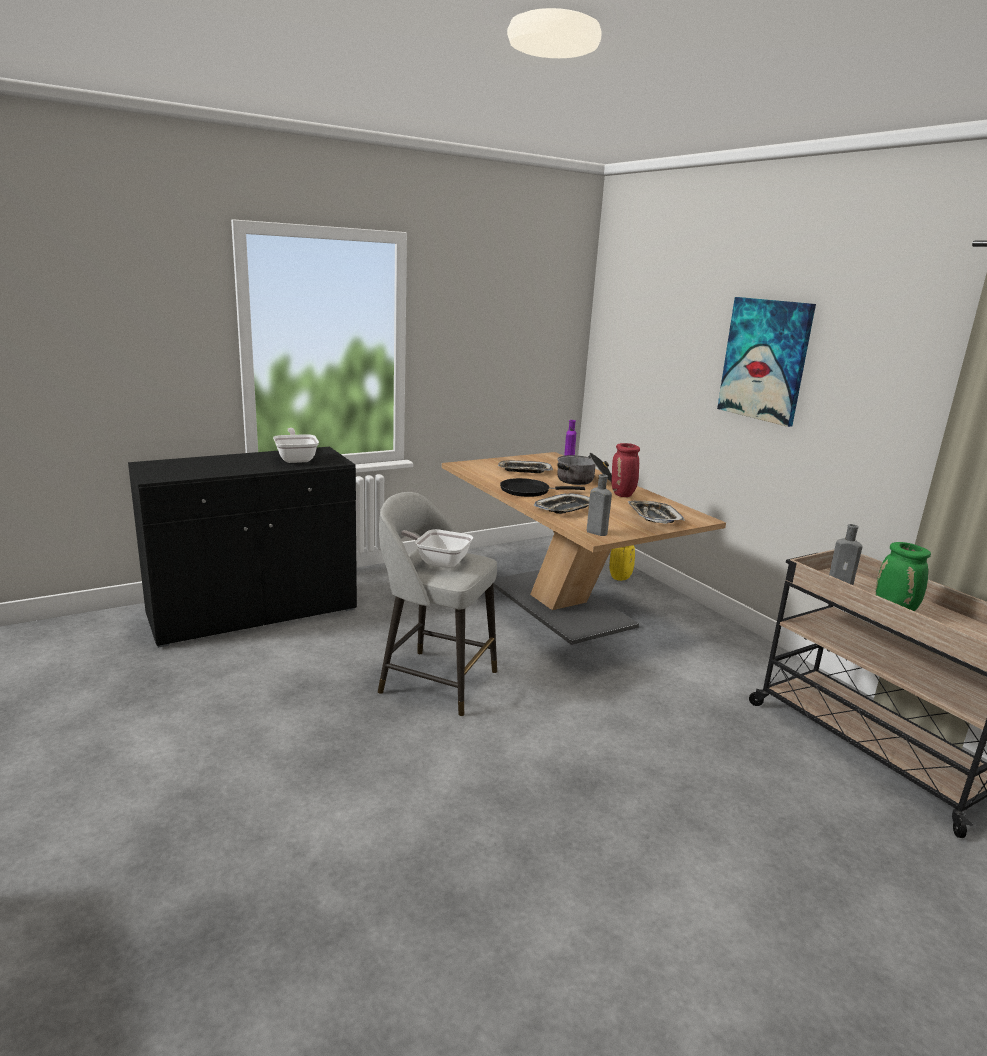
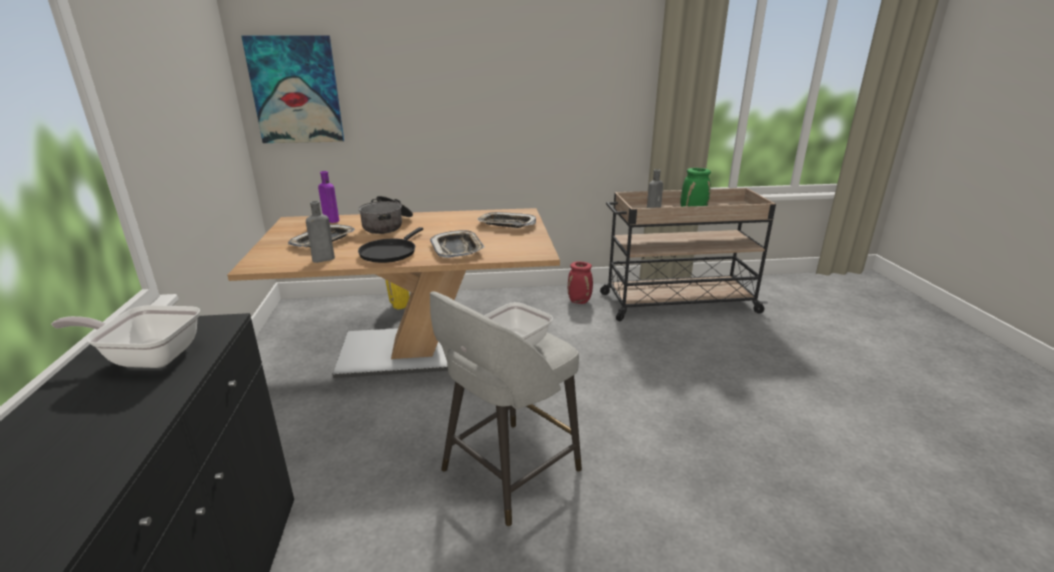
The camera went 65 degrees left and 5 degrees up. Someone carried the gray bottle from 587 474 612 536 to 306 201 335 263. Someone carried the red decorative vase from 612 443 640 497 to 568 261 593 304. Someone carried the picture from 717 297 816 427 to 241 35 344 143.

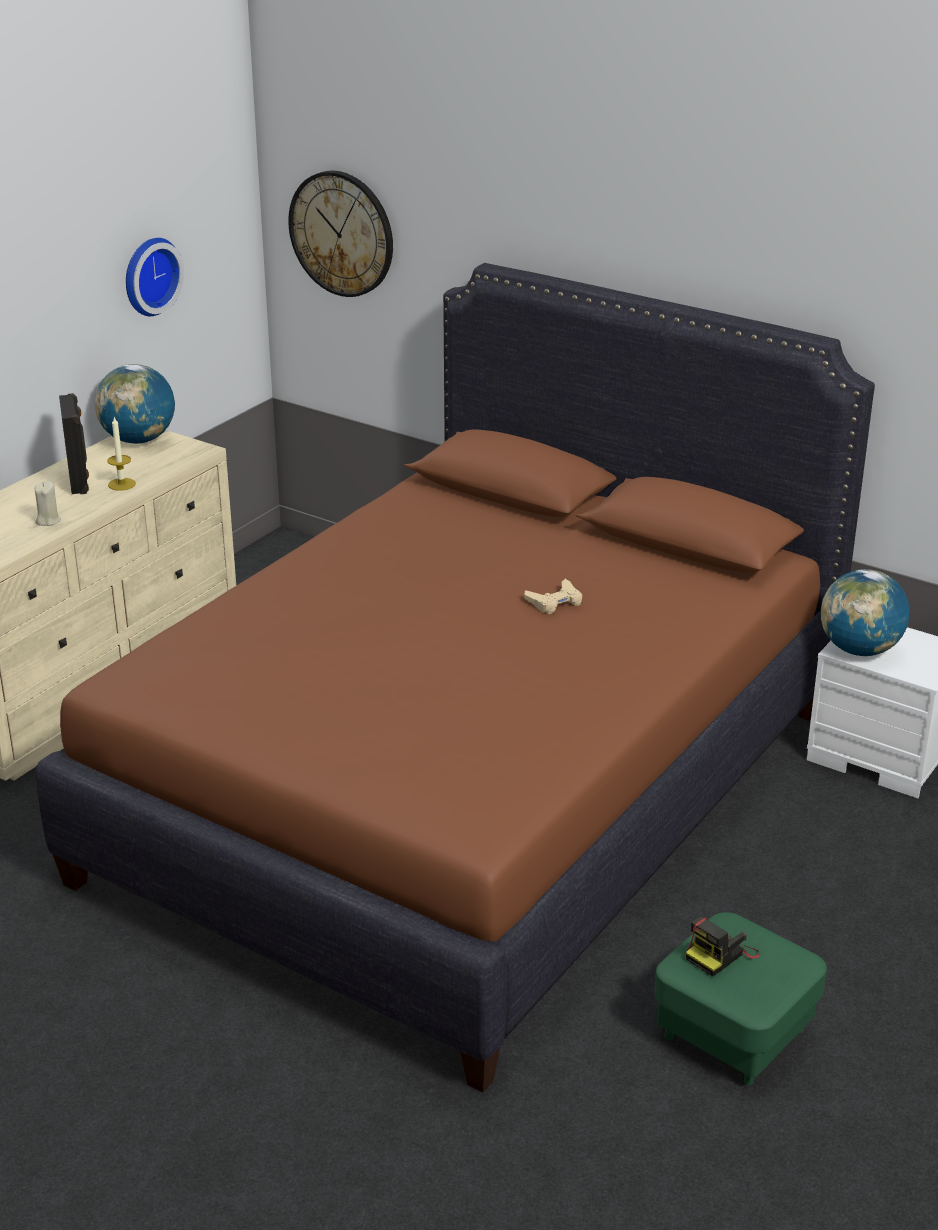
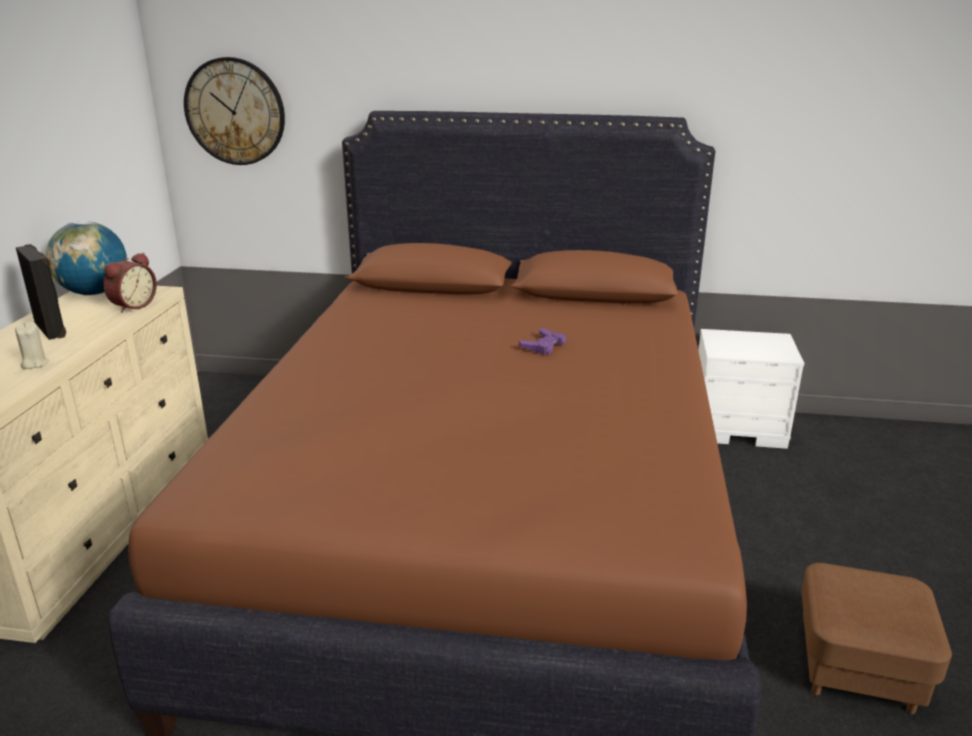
The camera went 25 degrees left and 5 degrees down. Someone took away the candle at 107 417 136 491. Someone took away the wall clock at 126 238 184 316. Someone took away the photo camera at 686 917 760 976. Someone took away the desk globe at 821 569 910 656. Someone put down the alarm clock at 104 253 157 313. Someone repainted the beige-coloured game controller at 525 579 582 614, which became the purplish game controller at 519 328 566 355. Someone repainted the green pouffe at 654 912 827 1085, which became the brown pouffe at 801 563 952 714.

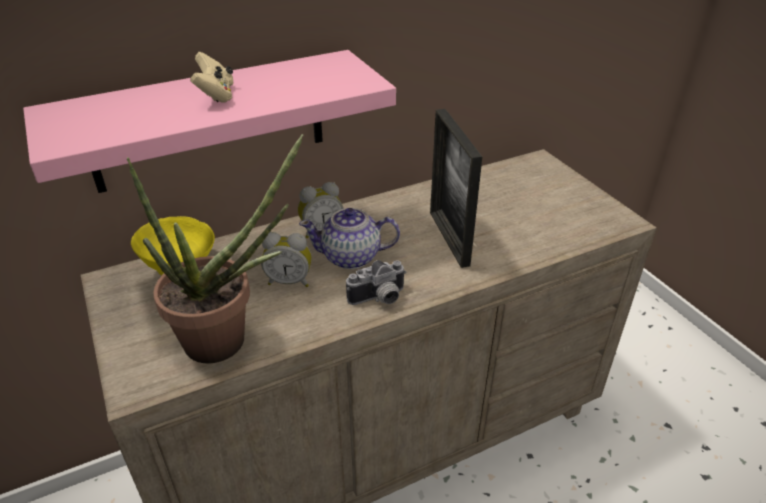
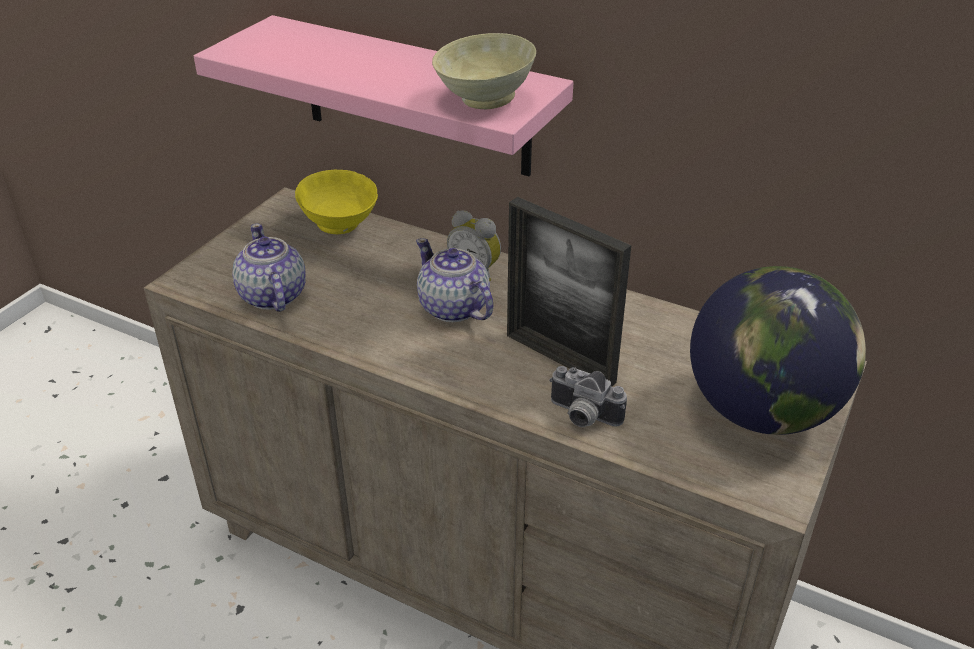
The camera went 55 degrees right and 0 degrees up. Someone took away the beige-coloured game controller at 190 52 234 103. Someone took away the alarm clock at 261 232 311 287. Someone put down the beige-coloured bowl at 432 33 536 109. Someone put down the desk globe at 690 266 866 435. Someone carried the photo camera from 346 260 406 305 to 549 366 627 427. Someone swapped the plant in a pot at 127 134 304 364 for the teapot at 233 223 306 312. Someone rotated the picture frame at 430 109 482 268 by 90 degrees counterclockwise.

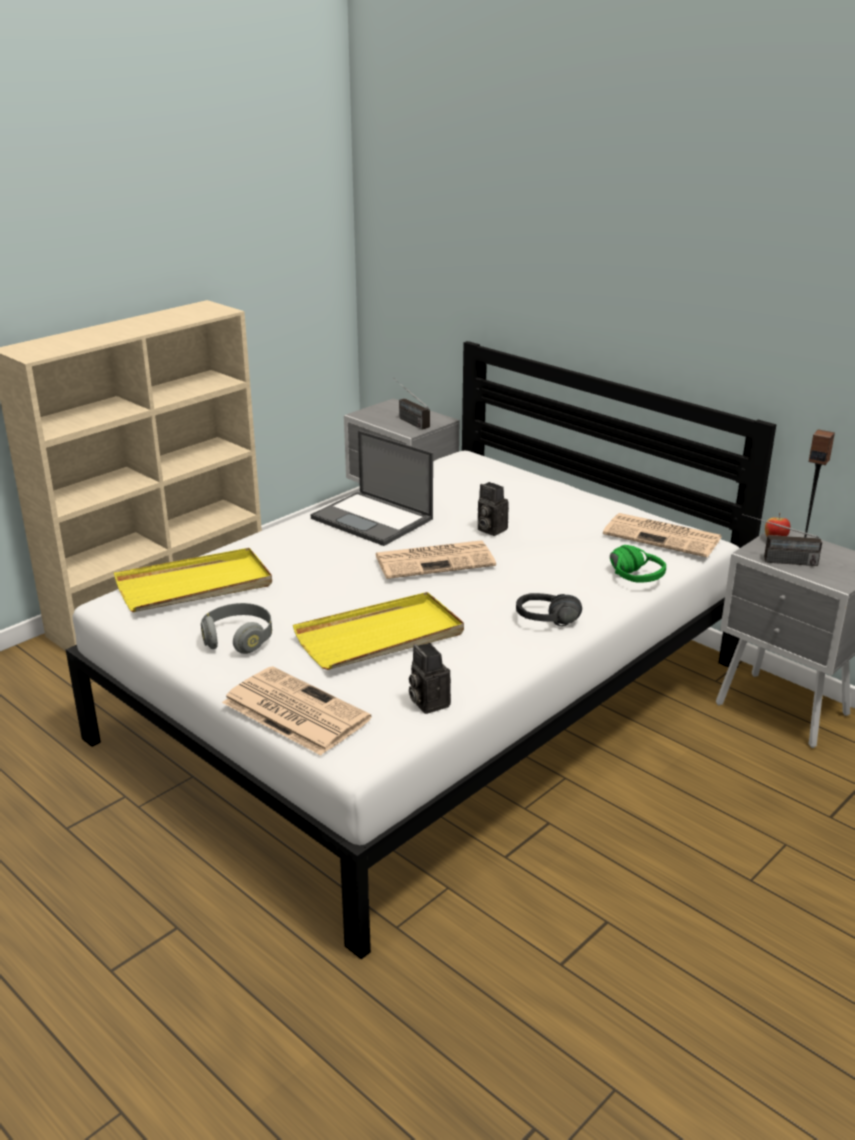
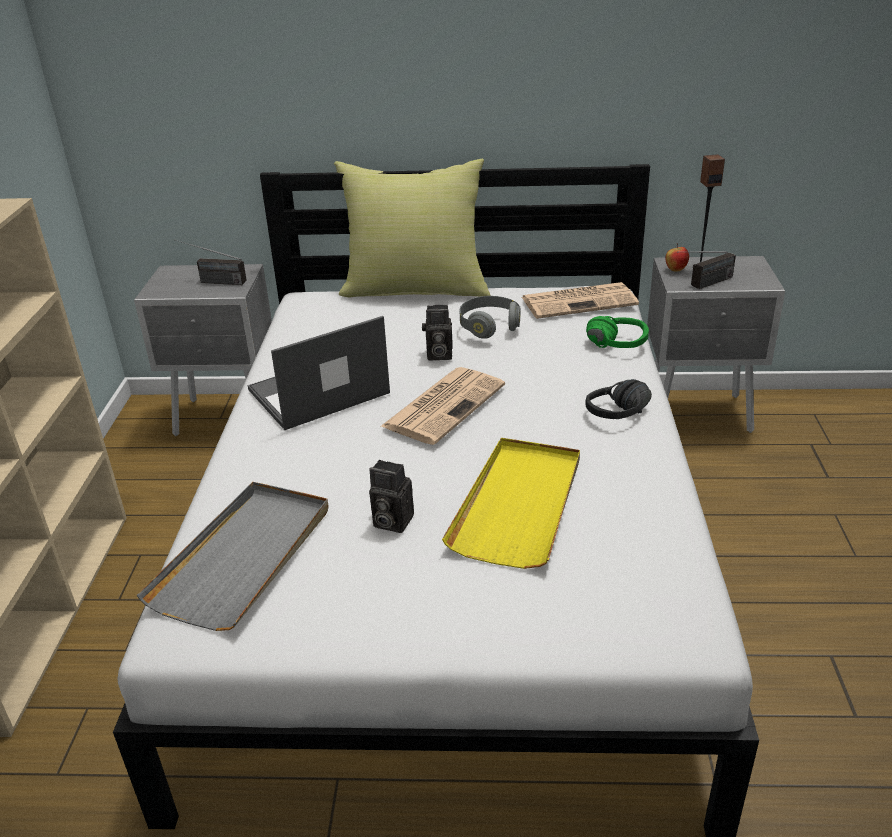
The camera went 40 degrees left and 5 degrees up. Someone took away the daily paper at 222 666 372 755. Someone put down the yellow throw pillow at 334 159 490 298. Someone carried the gray pair of headphones from 201 603 272 654 to 459 296 520 339. Someone carried the photo camera from 409 643 451 714 to 369 460 414 533. Someone repainted the yellow carrying tray at 114 548 272 612, which became the gray carrying tray at 137 482 329 631. Someone rotated the portable computer at 310 430 433 546 by 150 degrees clockwise.

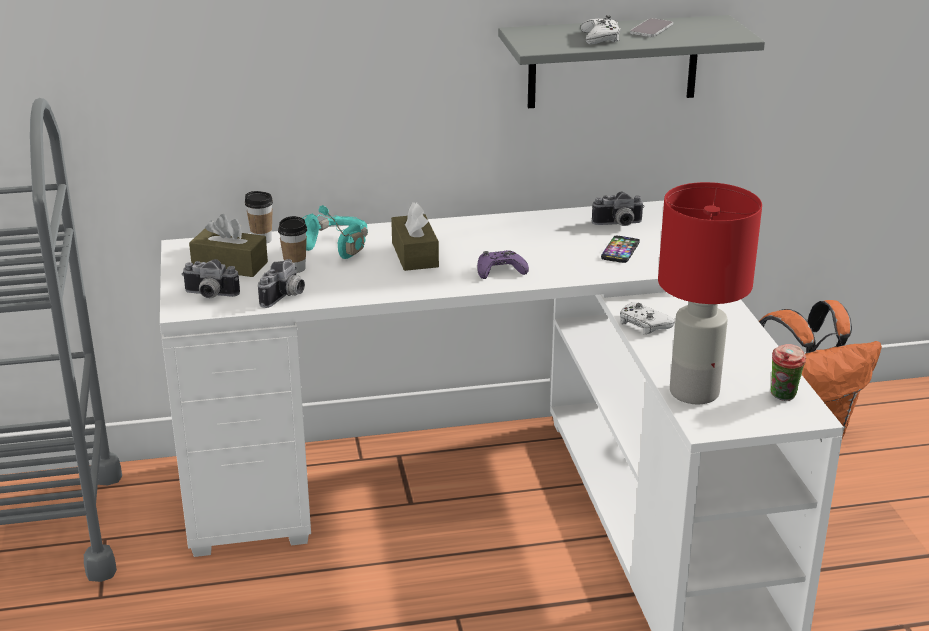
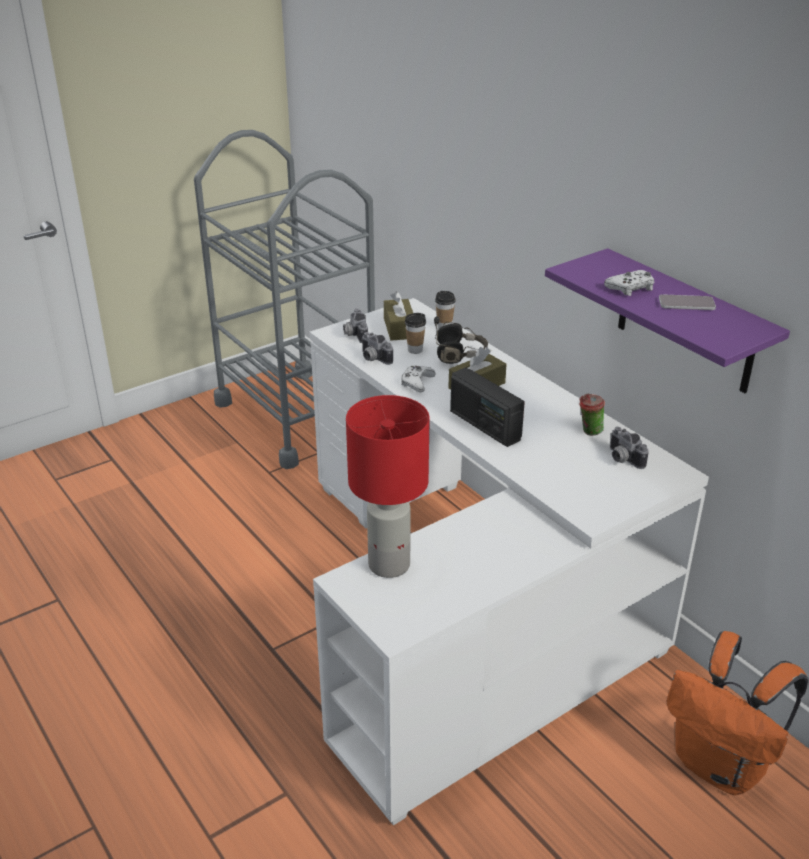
The camera went 65 degrees right and 5 degrees up. Someone took away the telephone at 601 236 640 263. Someone carried the whitish game controller from 620 302 674 334 to 401 366 435 392. Someone carried the drinking cup from 771 344 806 401 to 579 393 605 436. Someone swapped the purplish game controller at 477 250 529 279 for the radio set at 450 368 525 447. Someone repainted the turquoise-coloured pair of headphones at 303 205 368 259, which became the black-coloured pair of headphones at 434 316 488 364. Someone repainted the gray shelf at 498 15 765 108, which became the purplish shelf at 545 248 790 393. Someone rotated the photo camera at 258 259 305 308 by 45 degrees clockwise.

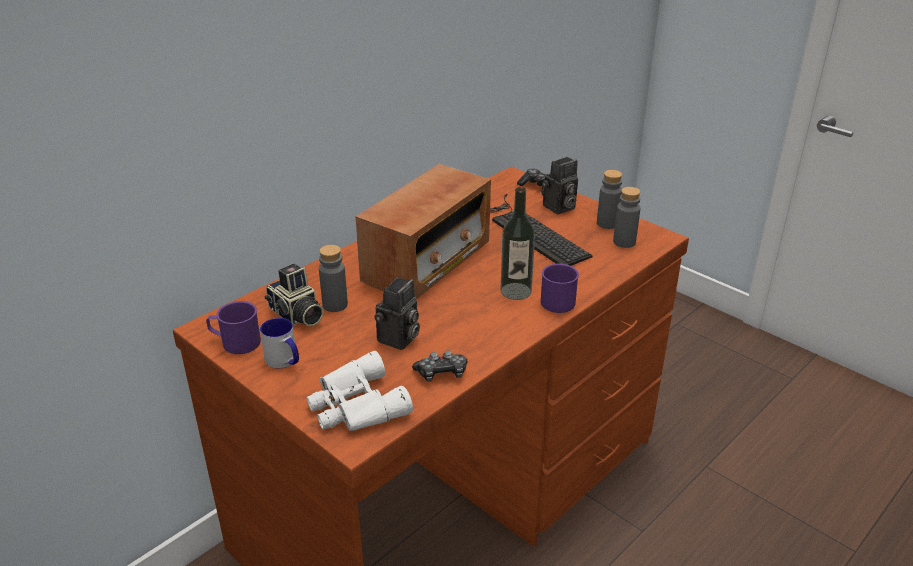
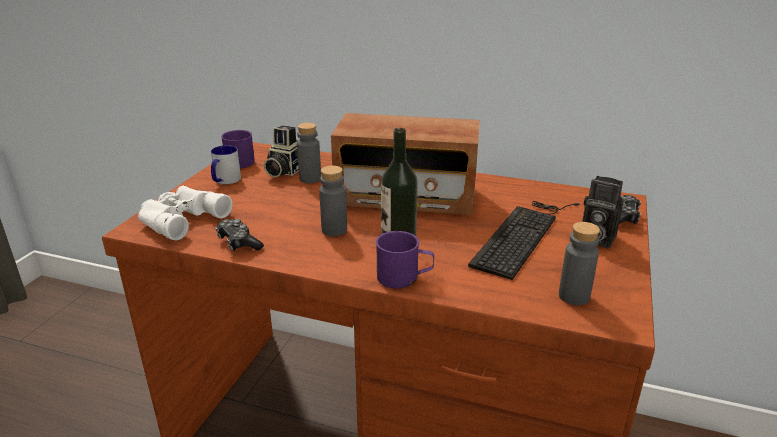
The camera went 65 degrees right and 5 degrees down. Someone took away the photo camera at 374 277 420 350. Someone carried the gray bottle from 597 170 622 229 to 319 166 347 236.

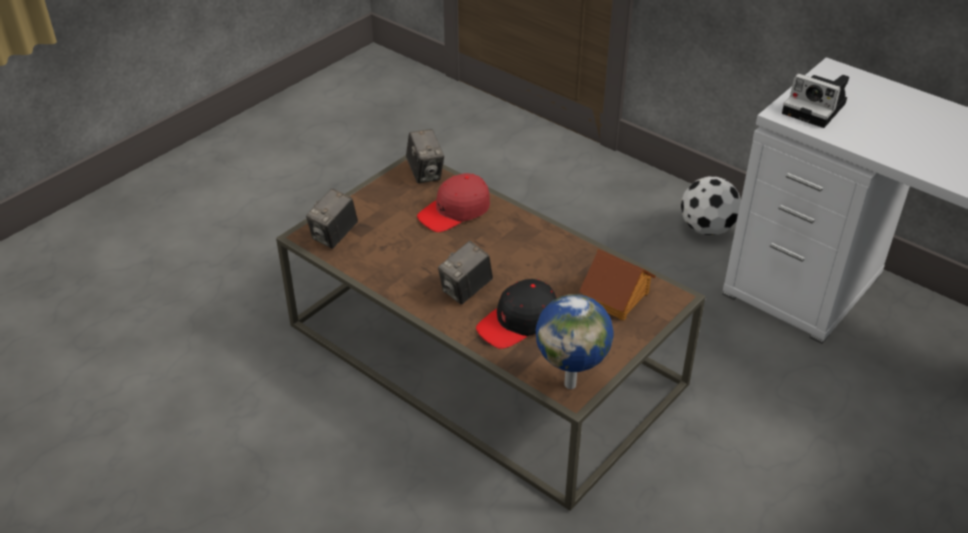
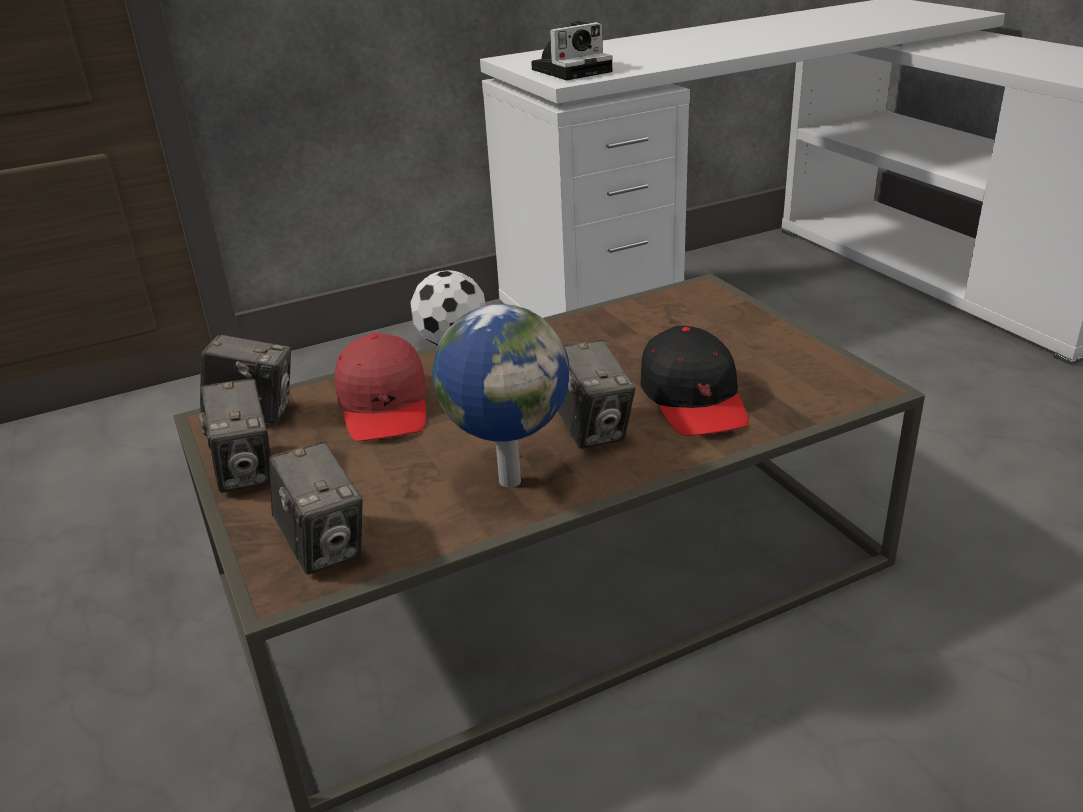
The camera went 65 degrees left and 10 degrees down. Someone took away the model house at 579 249 656 321. Someone put down the photo camera at 199 378 271 493. Someone carried the desk globe from 536 294 614 389 to 432 304 570 487.

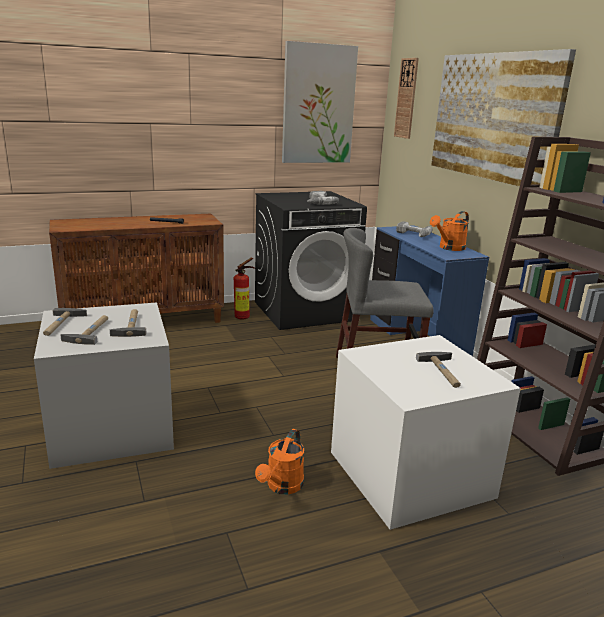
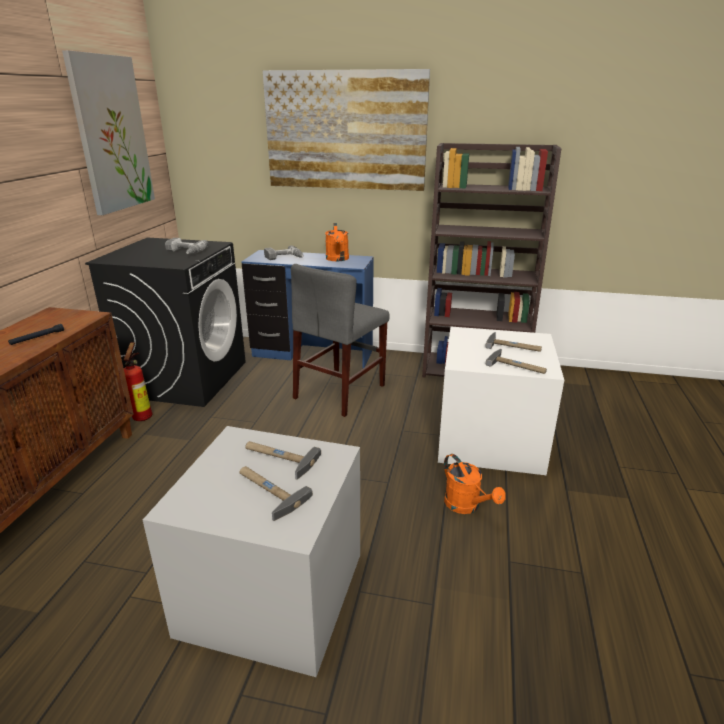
The camera went 55 degrees left and 5 degrees up. Someone took away the wall clock at 394 58 419 139. Someone carried the hand hammer from 43 308 87 336 to 486 349 547 374.

